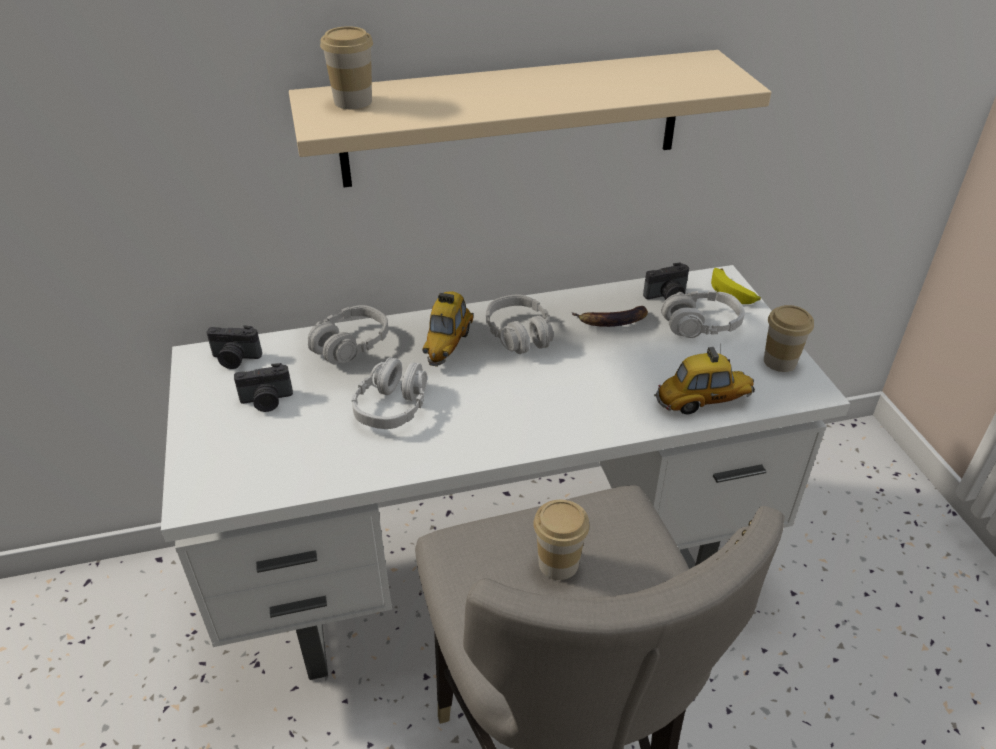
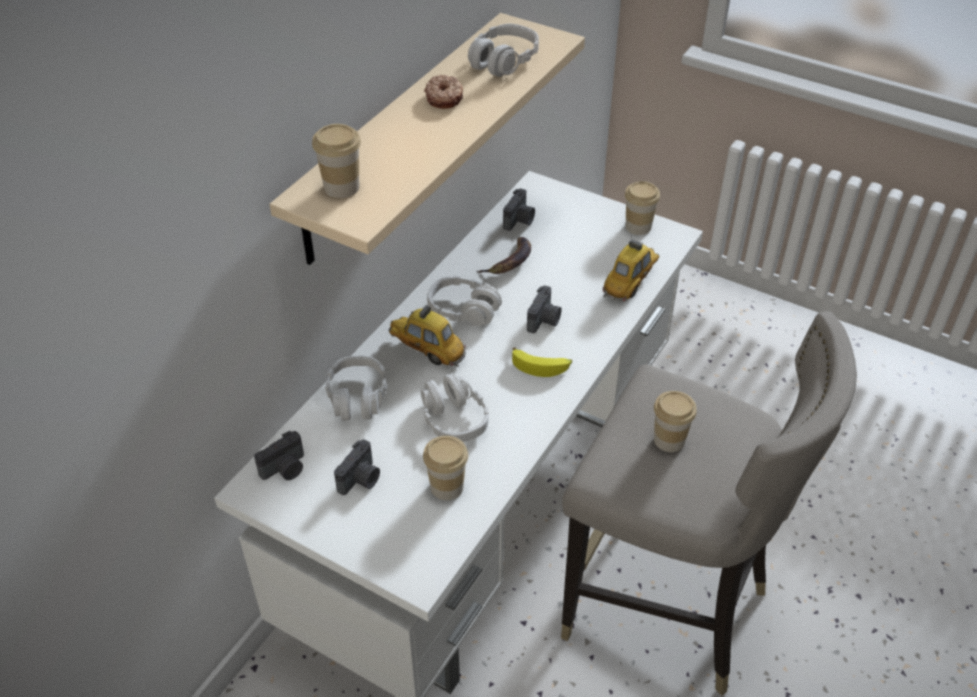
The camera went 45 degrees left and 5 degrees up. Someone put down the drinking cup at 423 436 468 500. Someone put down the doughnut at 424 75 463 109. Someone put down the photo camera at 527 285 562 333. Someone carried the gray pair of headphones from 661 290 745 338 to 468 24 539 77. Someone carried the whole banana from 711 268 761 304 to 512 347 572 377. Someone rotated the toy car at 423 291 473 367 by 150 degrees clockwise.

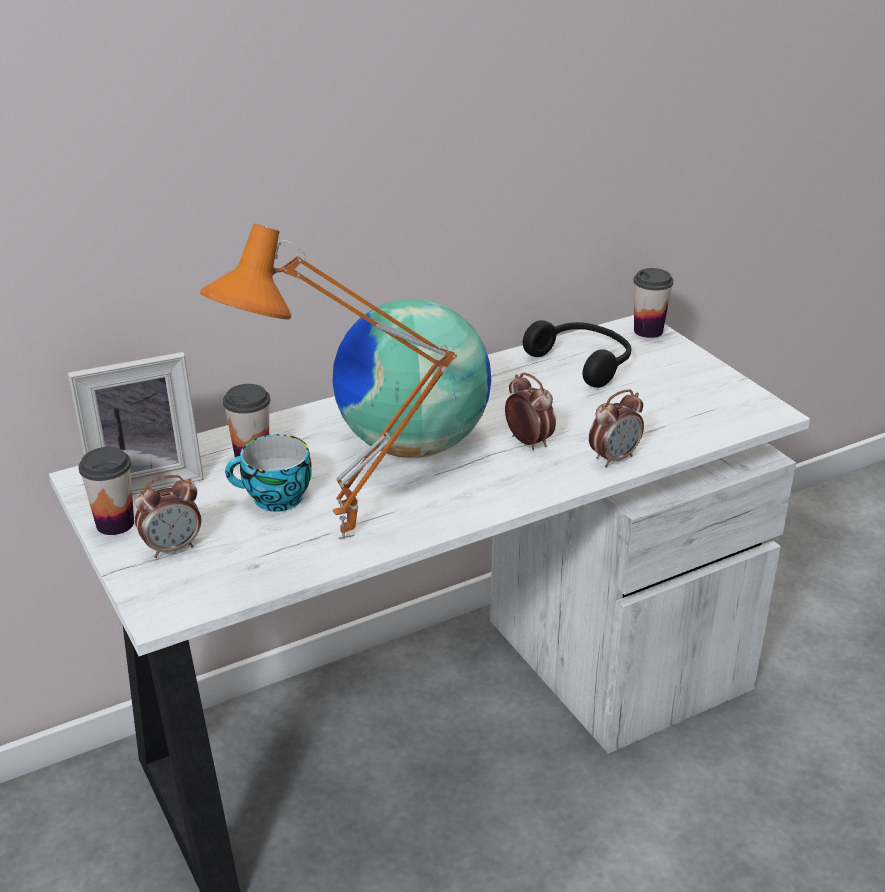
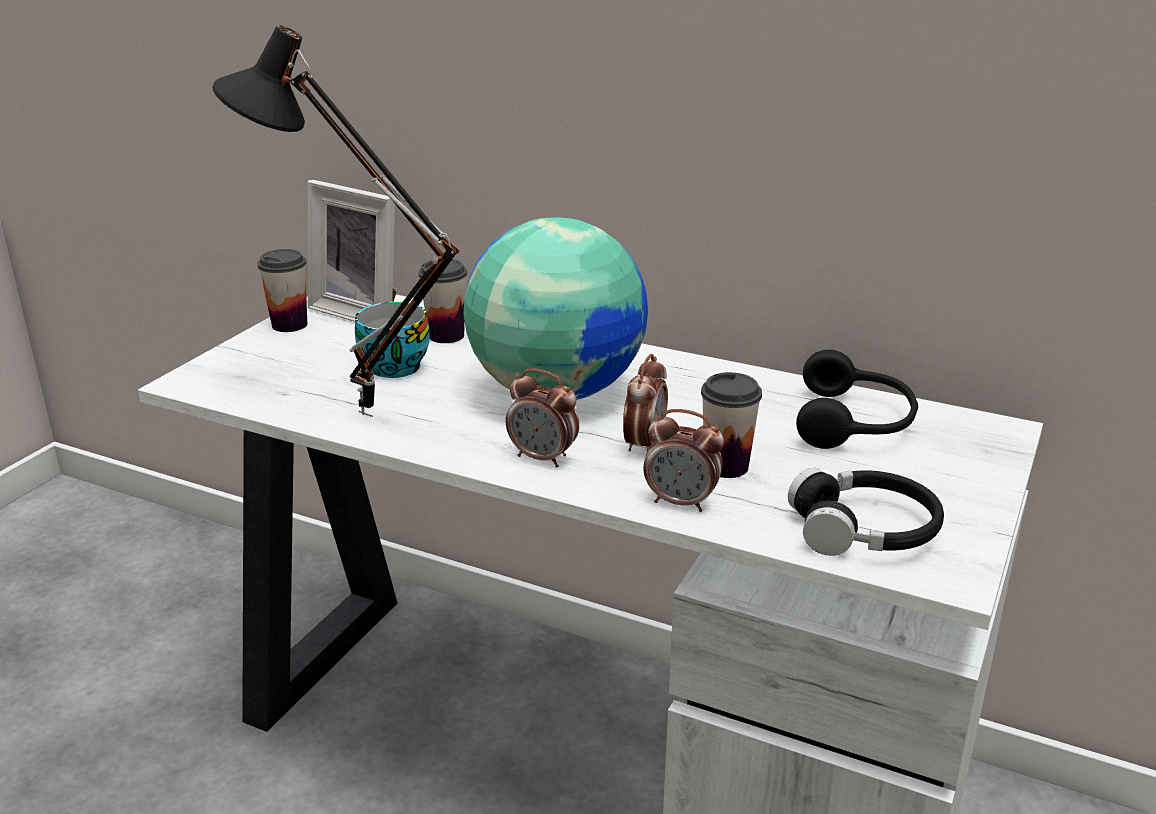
The camera went 55 degrees right and 5 degrees down. Someone put down the black-coloured pair of headphones at 788 468 944 556. Someone carried the alarm clock from 135 475 201 558 to 506 368 579 467. Someone carried the drinking cup from 633 268 673 338 to 701 372 762 478. Someone repainted the orangey tabletop lamp at 200 223 457 539, which became the black-coloured tabletop lamp at 213 25 460 417.

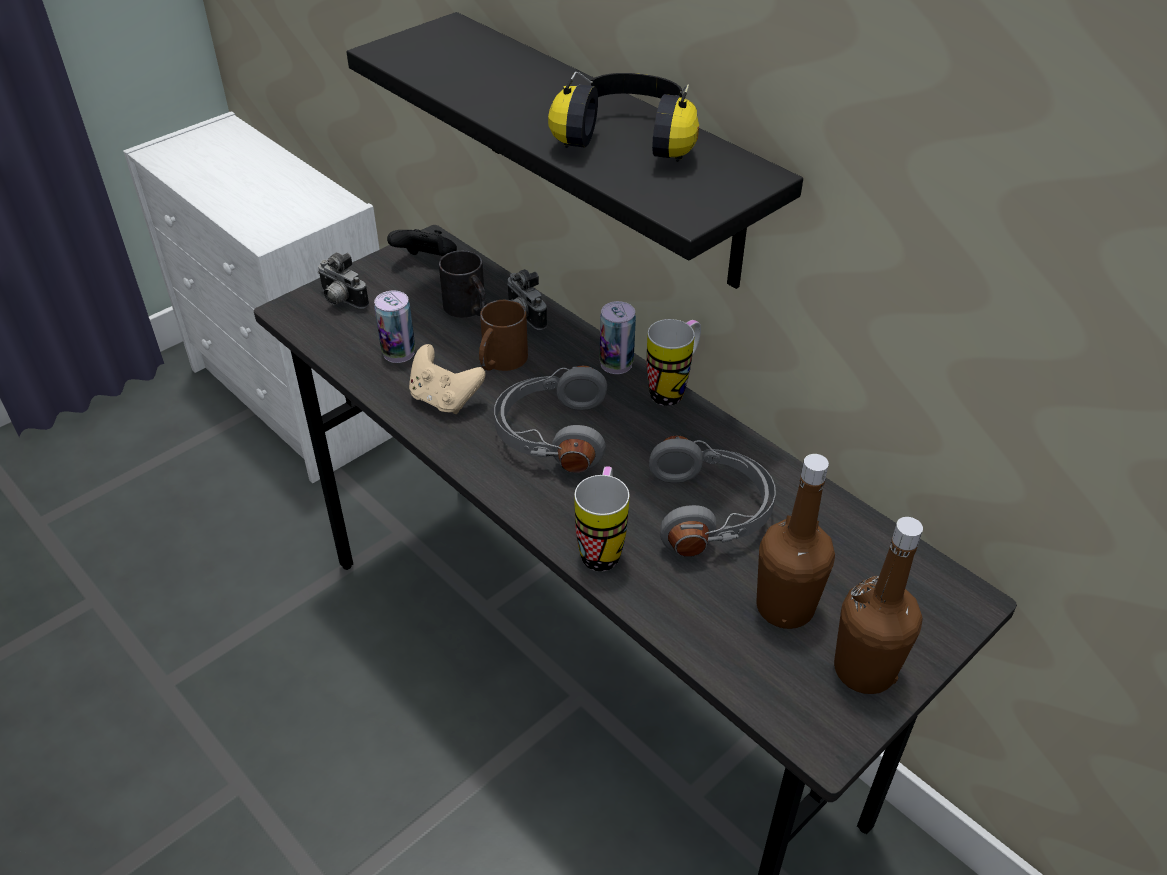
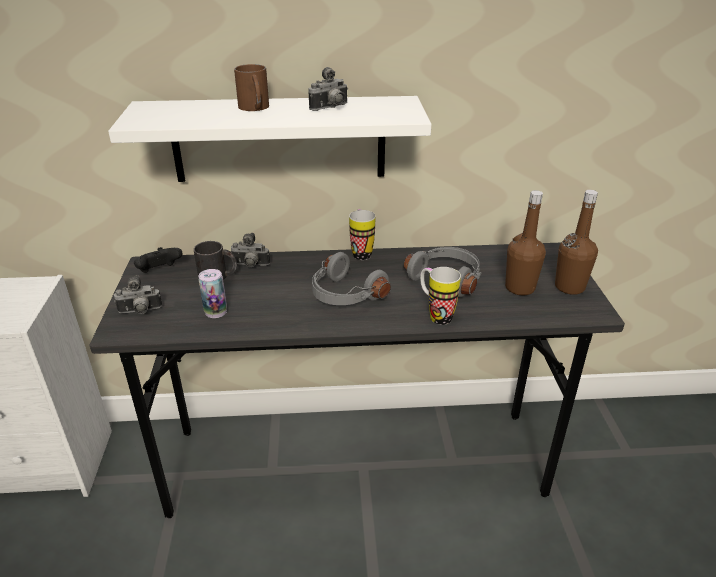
The camera went 50 degrees left and 10 degrees down. Someone took away the beige-coloured game controller at 409 344 485 414. Someone took away the sealed can at 599 301 636 374. Someone carried the brown mug from 479 300 528 371 to 234 64 269 111. Someone swapped the pair of headphones at 548 72 699 162 for the photo camera at 308 67 348 111. Someone repainted the black-coloured shelf at 347 12 803 289, which became the whitish shelf at 108 96 431 182.

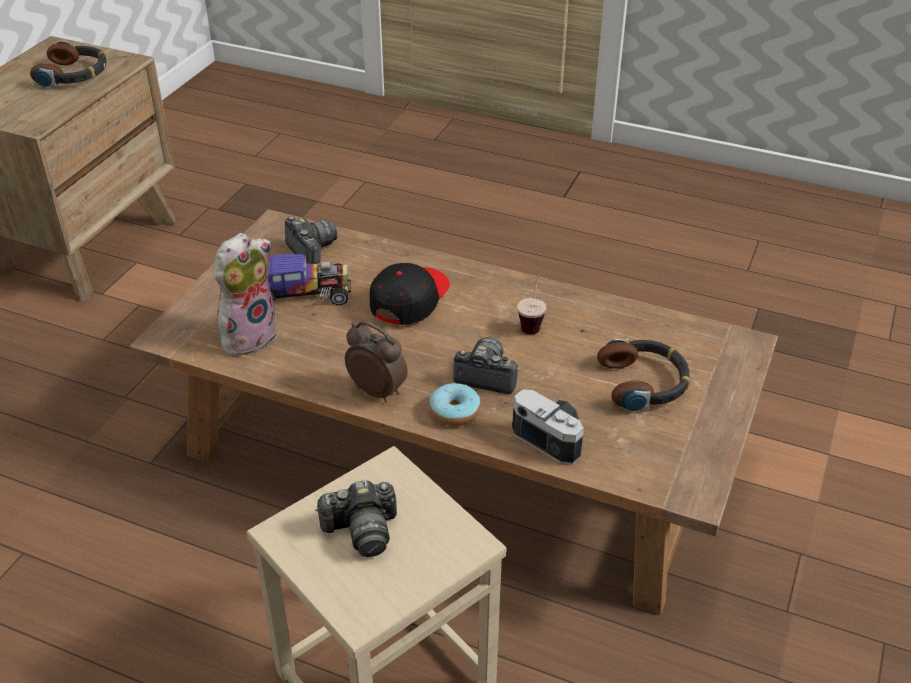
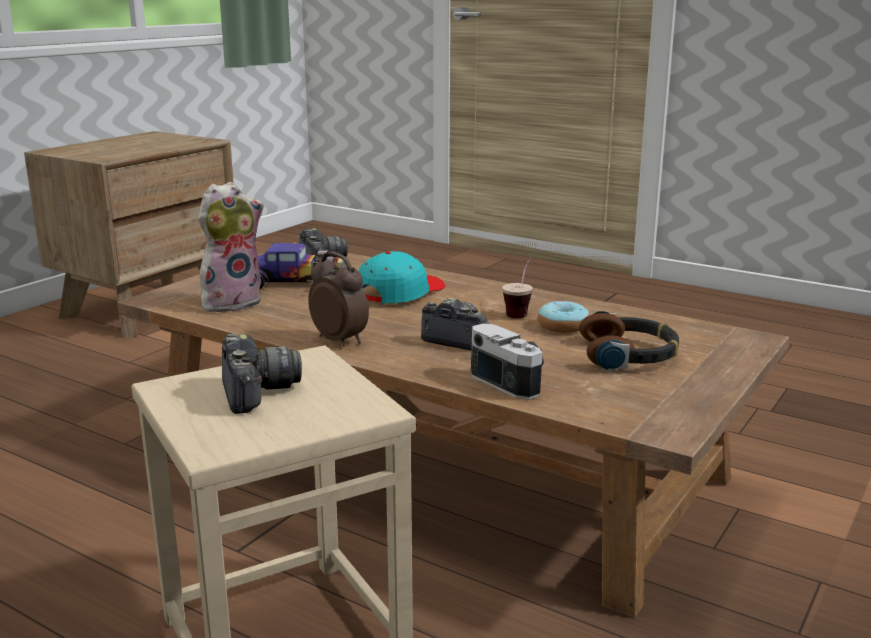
The camera went 10 degrees right and 20 degrees down. Someone took away the pair of headphones at 30 41 106 88. Someone carried the doughnut from 429 383 480 426 to 538 301 589 333. Someone repainted the black-coloured baseball cap at 370 263 450 325, which became the turquoise-coloured baseball cap at 359 251 445 303. Someone rotated the photo camera at 315 480 397 557 by 105 degrees counterclockwise.

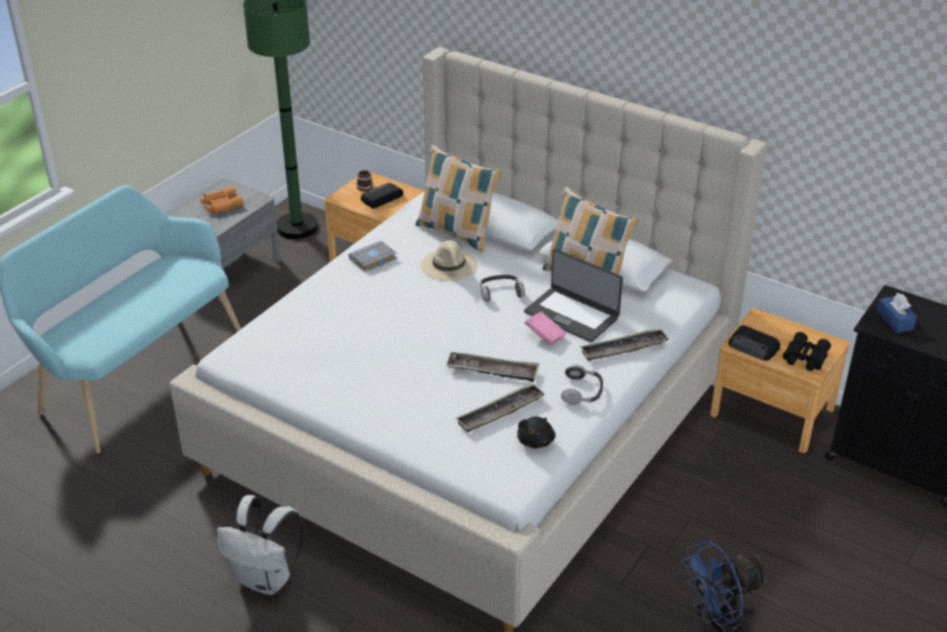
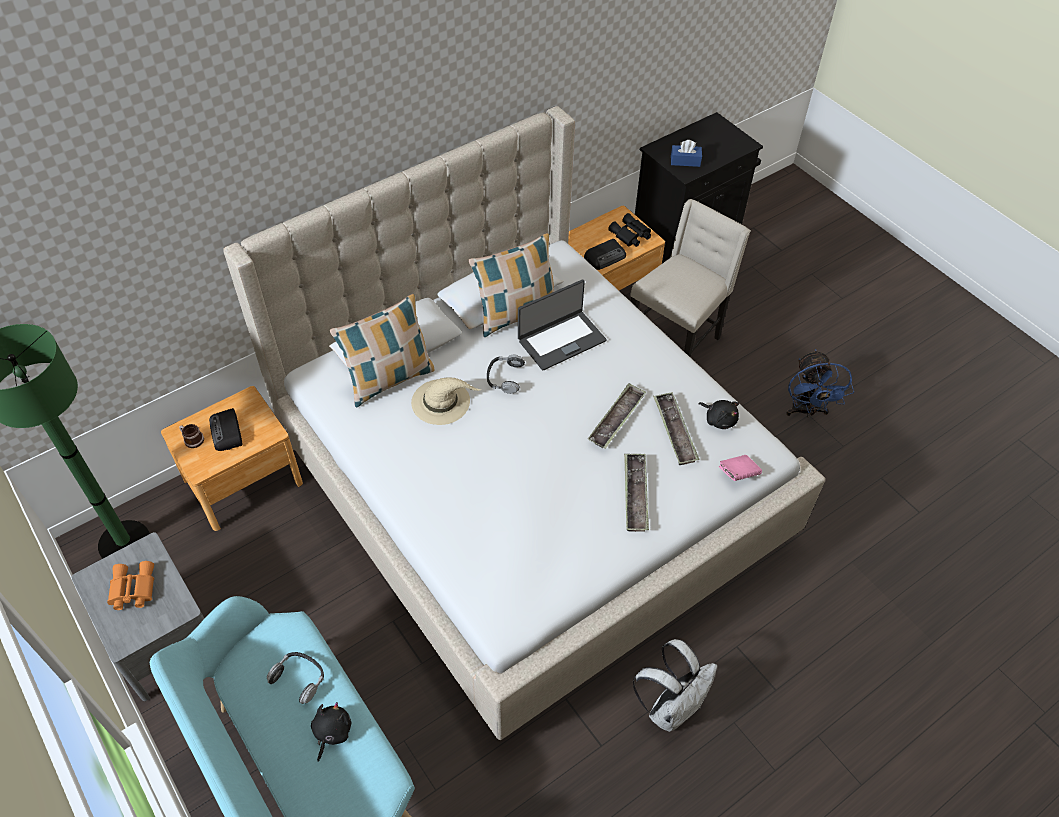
The camera went 70 degrees left and 15 degrees up. Someone took away the gray bound book at 348 241 397 272. Someone put down the black-coloured cuddly toy at 311 702 351 762. Someone put down the beige-coloured upright chair at 630 199 751 357. Someone carried the pinkish bound book from 525 312 566 346 to 719 455 762 481. Someone carried the pair of headphones from 561 364 603 405 to 267 652 324 704. Someone carried the carrying tray from 579 328 670 361 to 624 454 649 532.

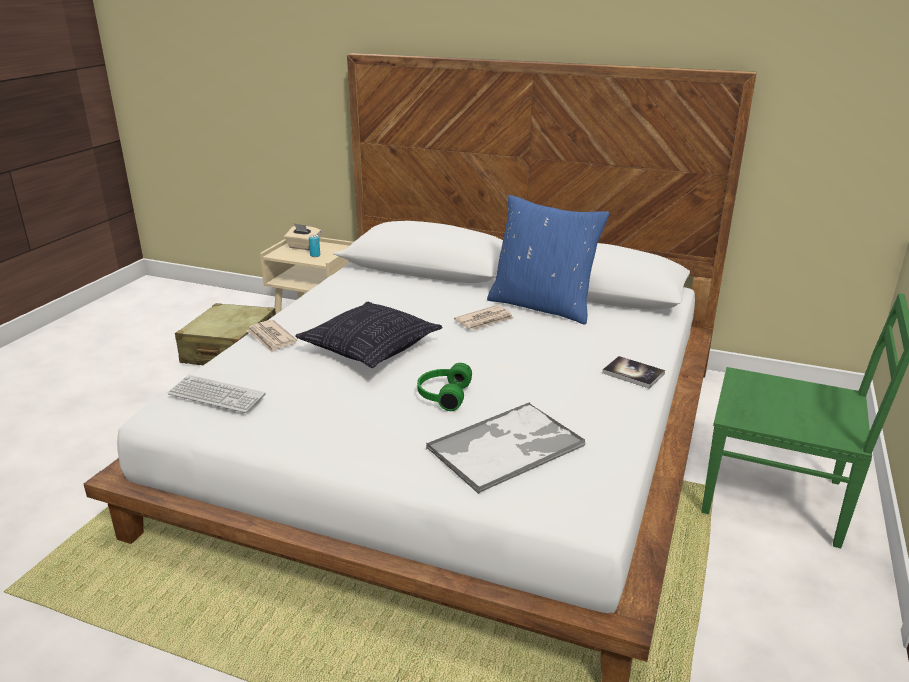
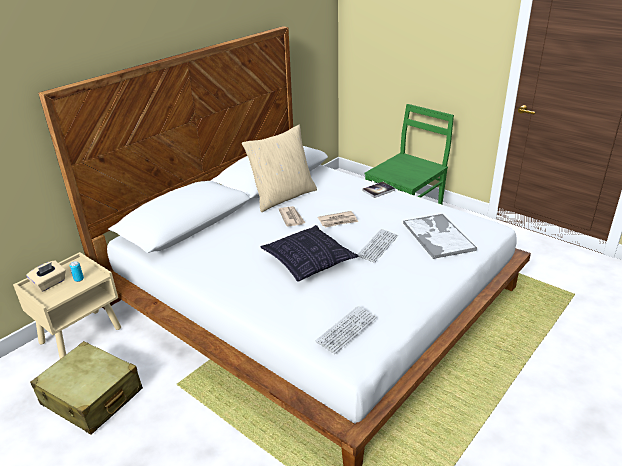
The camera went 70 degrees left and 5 degrees up. Someone carried the daily paper from 246 320 297 353 to 318 211 358 228. Someone swapped the green pair of headphones at 417 363 472 411 for the computer keyboard at 357 229 398 263. Someone repainted the blue throw pillow at 487 195 610 325, which became the beige-coloured throw pillow at 242 125 317 212.

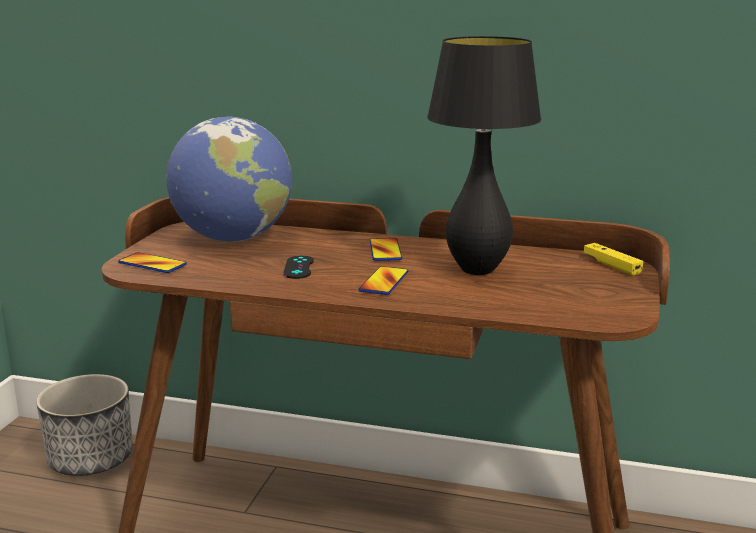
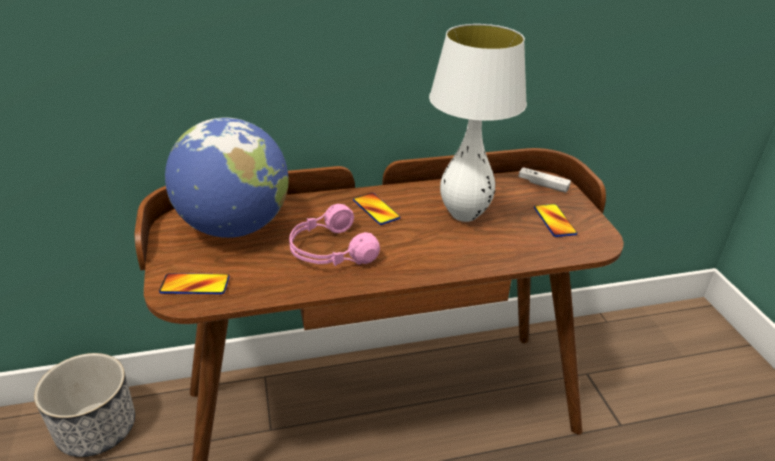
The camera went 30 degrees left and 15 degrees up. Someone carried the telephone from 359 266 409 295 to 534 204 577 237. Someone swapped the black-coloured game controller at 283 256 314 279 for the pinkish pair of headphones at 289 204 380 266. Someone repainted the black-coloured tabletop lamp at 427 36 542 275, which became the whitish tabletop lamp at 429 24 527 222. Someone repainted the yellow game controller at 584 243 643 276, which became the whitish game controller at 519 167 571 193.

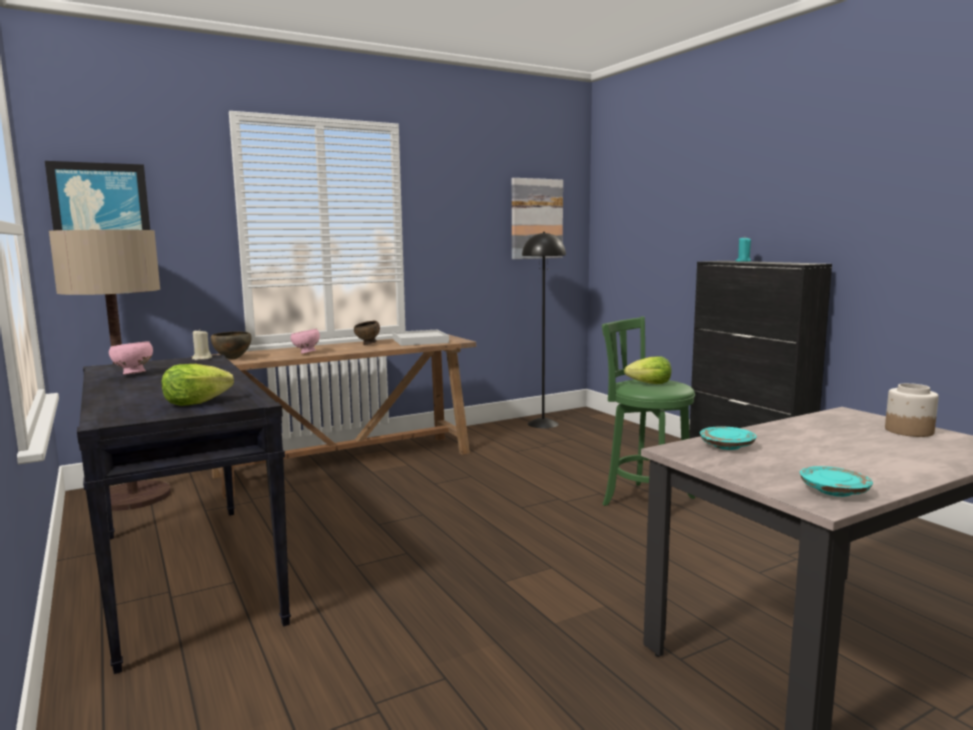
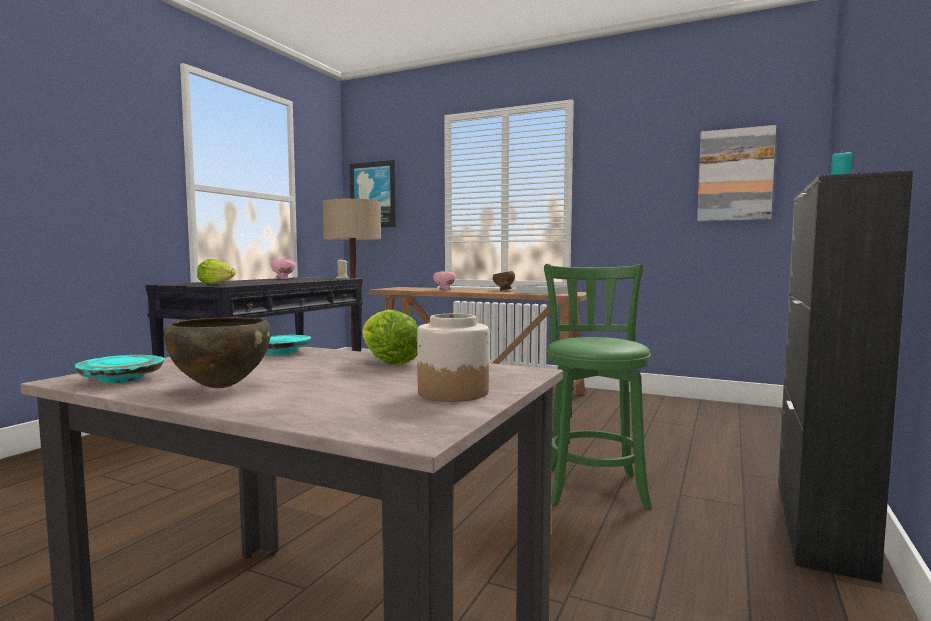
The camera went 55 degrees right and 5 degrees down. Someone took away the black-coloured floor lamp at 522 232 566 428. Someone carried the brown bowl from 211 331 252 360 to 164 317 271 388. Someone carried the lettuce from 624 356 671 384 to 362 310 418 365.

